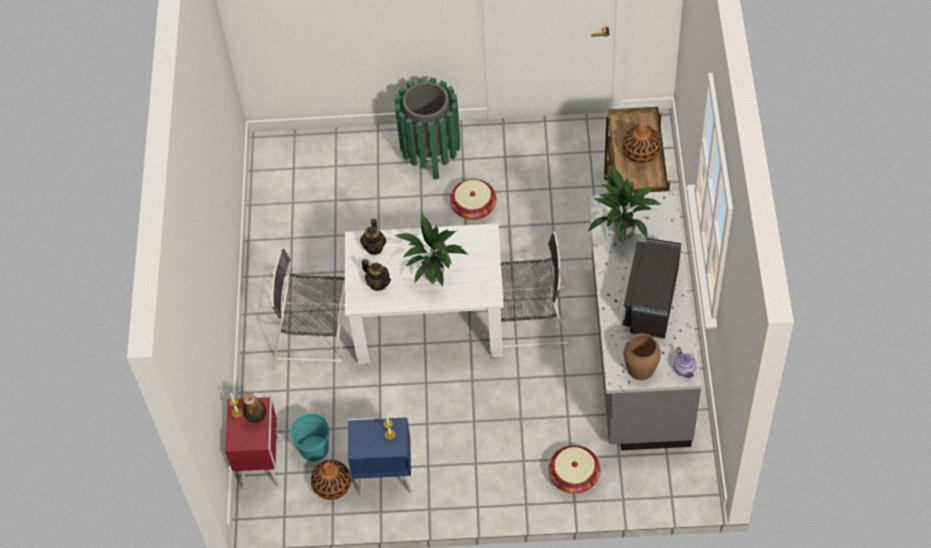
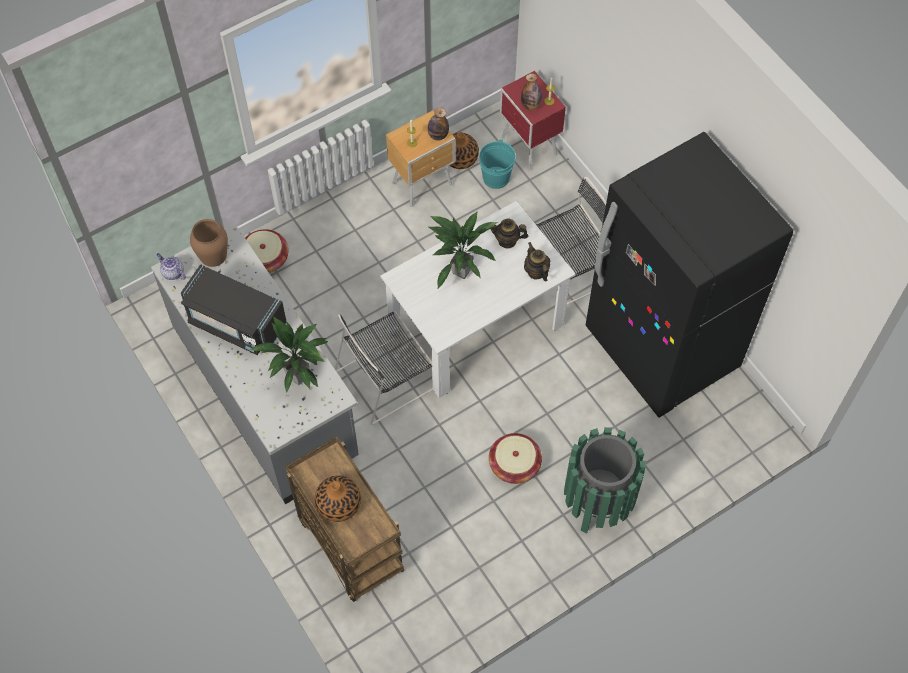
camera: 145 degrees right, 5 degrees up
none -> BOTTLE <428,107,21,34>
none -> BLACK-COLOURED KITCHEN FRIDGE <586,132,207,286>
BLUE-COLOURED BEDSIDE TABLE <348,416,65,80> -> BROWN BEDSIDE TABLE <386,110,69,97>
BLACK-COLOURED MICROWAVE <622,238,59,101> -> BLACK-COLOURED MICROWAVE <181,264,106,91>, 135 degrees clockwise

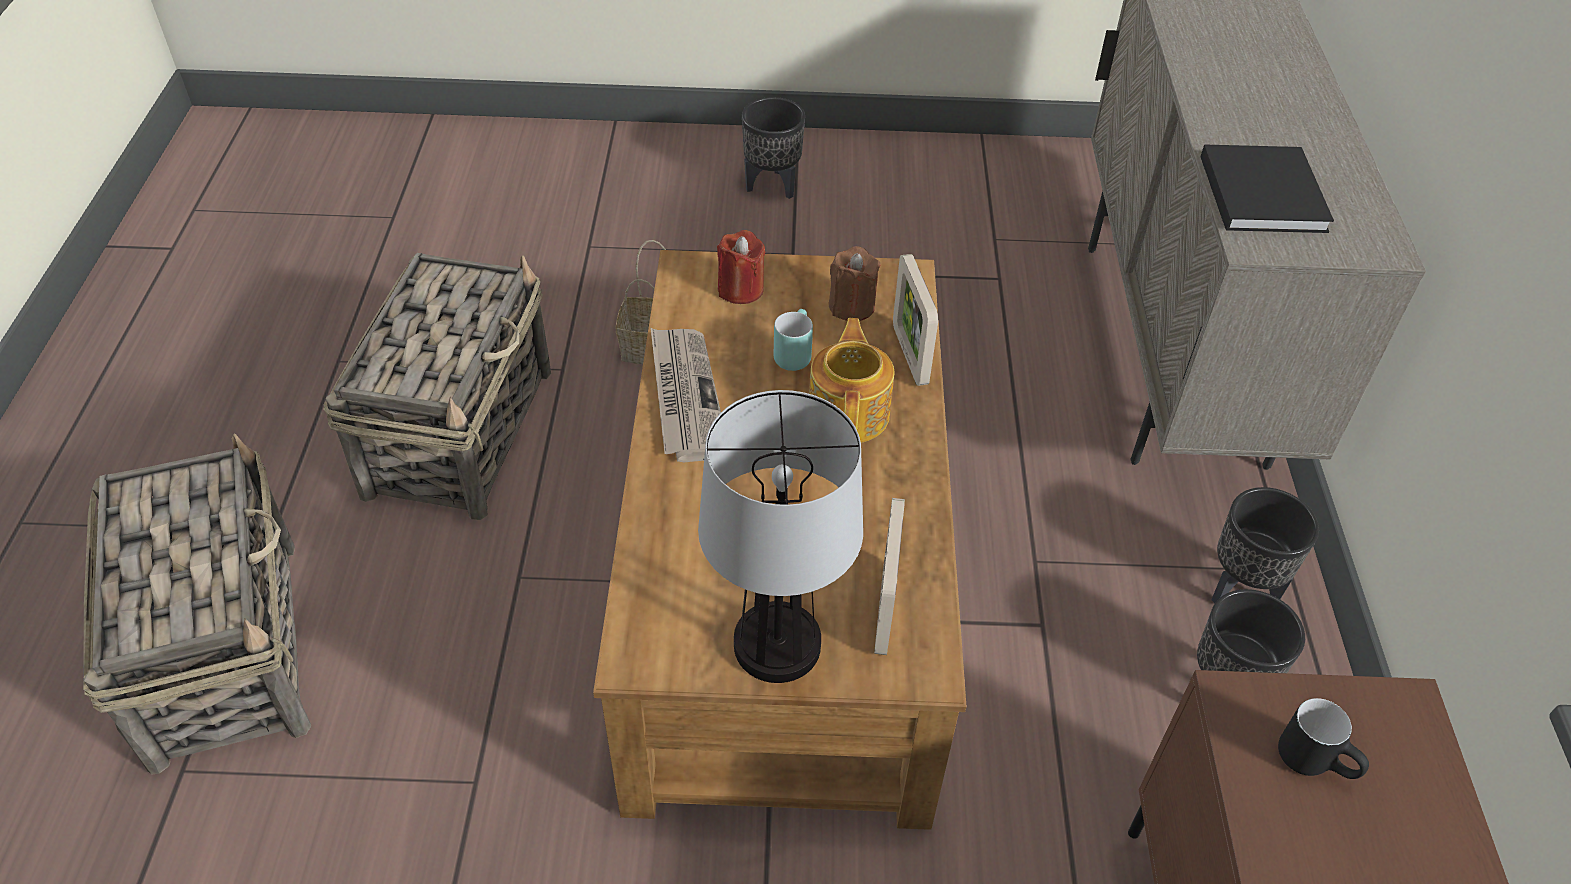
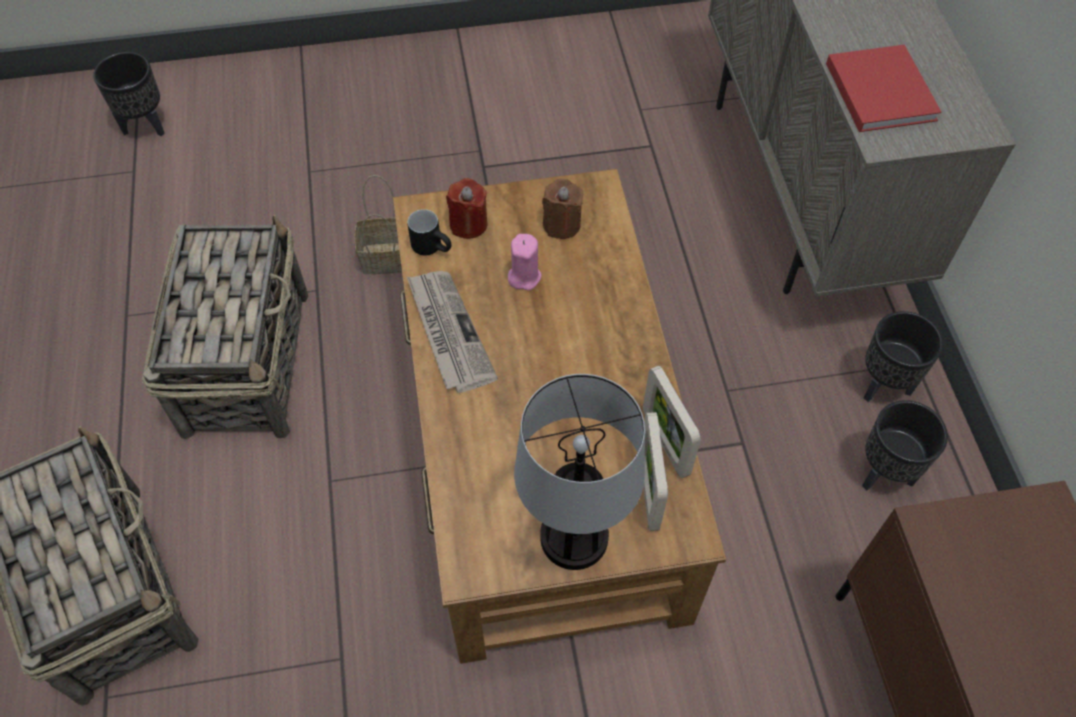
camera: 10 degrees left, 10 degrees up
TEA POT <809,318,85,125> -> none
BLACK-COLOURED PLANTER <742,97,63,102> -> BLACK-COLOURED PLANTER <93,52,71,84>, shifted
PHOTO FRAME <893,254,45,132> -> PHOTO FRAME <643,366,58,112>, shifted
BLACK-COLOURED MUG <1278,698,91,81> -> BLACK-COLOURED MUG <407,209,45,47>, shifted
TURQUOISE-COLOURED MUG <774,309,39,62> -> PINK WAX LIGHT <508,234,33,56>
BLACK-COLOURED BOUND BOOK <1200,144,134,89> -> REDDISH BOUND BOOK <826,45,116,87>

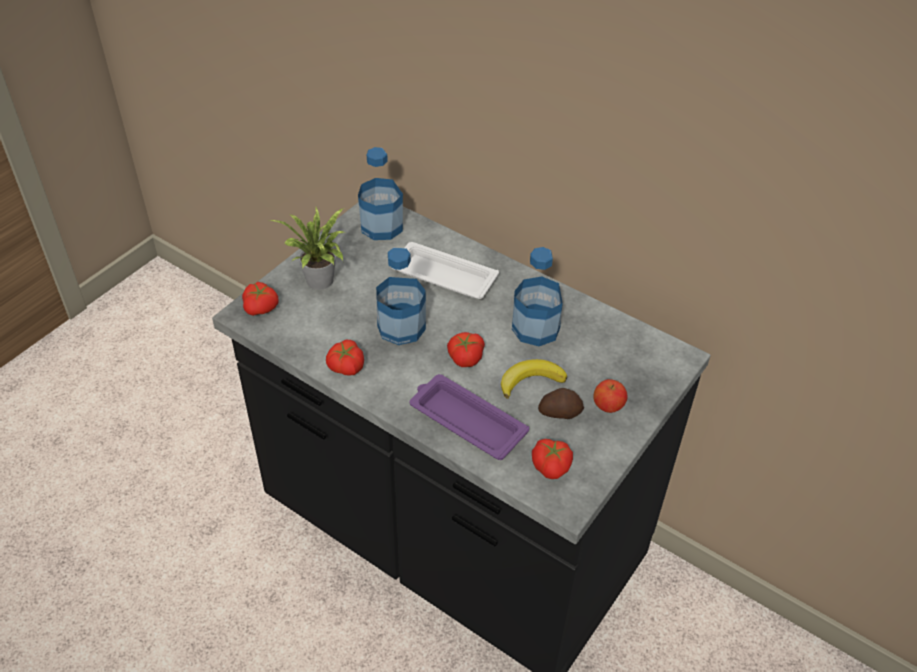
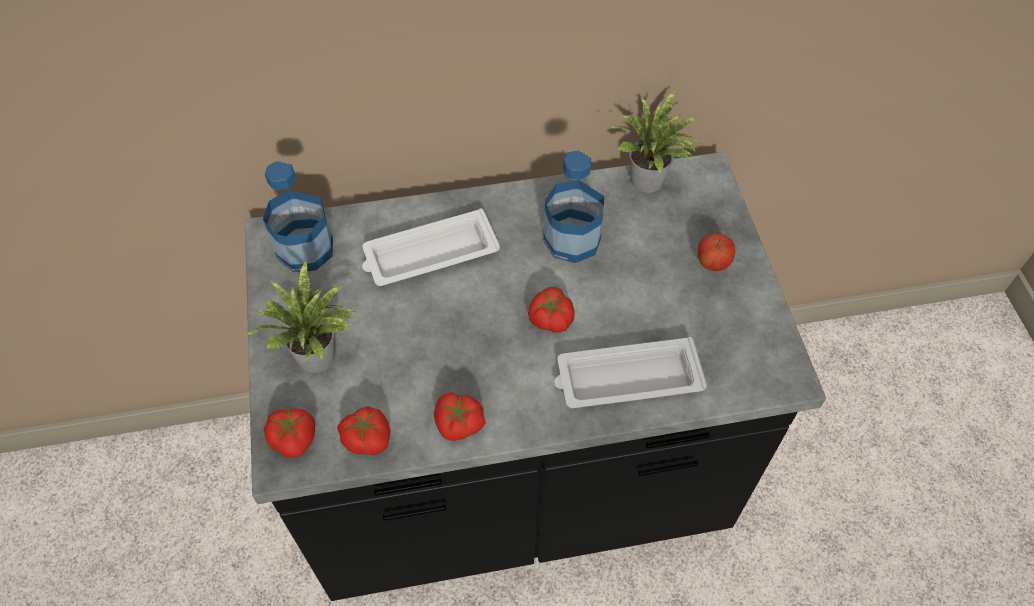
camera: 45 degrees left, 10 degrees up
BOTTLE <376,248,50,97> -> none
BANANA FRUIT <501,359,66,40> -> none
SPUD <538,388,46,31> -> none
none -> HOUSEPLANT <608,89,95,104>
TOMATO <532,439,41,40> -> TOMATO <337,406,54,49>, shifted
PURPLE TRAY <409,374,120,86> -> WHITE-COLOURED TRAY <554,337,153,71>

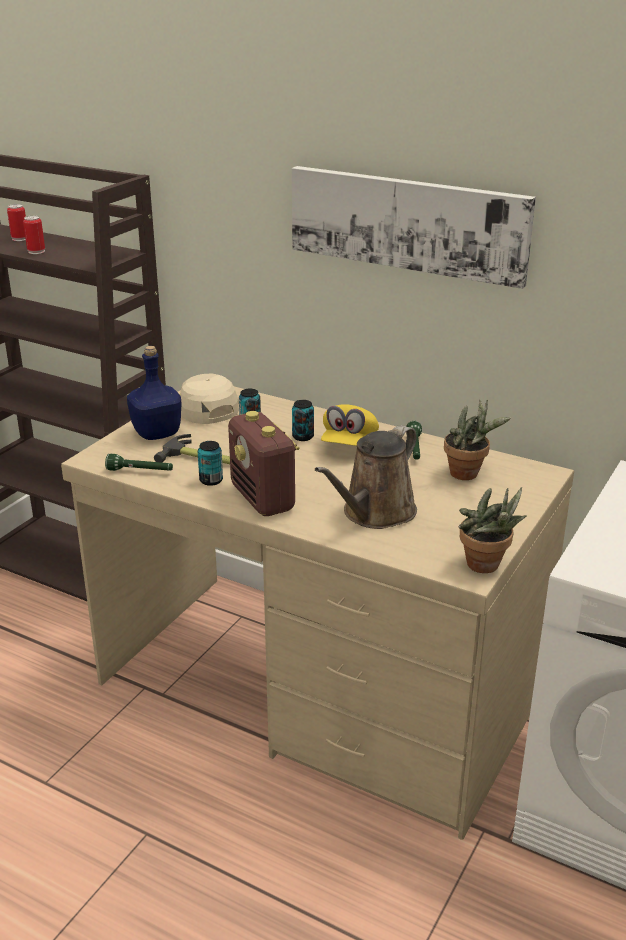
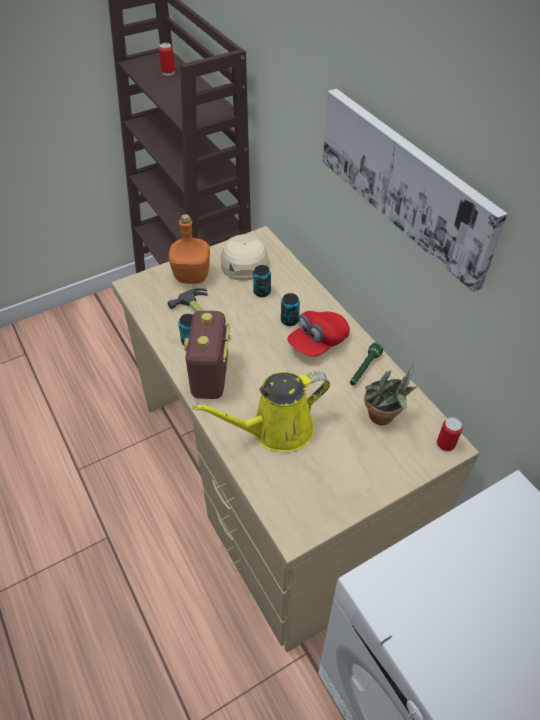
camera: 30 degrees right, 20 degrees up
GREEN FLASHLIGHT <105,454,68,17> -> none
HOUSEPLANT <458,487,69,86> -> none
CAN <23,216,22,38> -> CAN <437,417,26,35>, shifted
BLUE-COLOURED BOTTLE <127,346,54,94> -> ORANGE-COLOURED BOTTLE <169,214,41,70>
BROWN WATERING CAN <315,425,102,104> -> YELLOW-COLOURED WATERING CAN <192,372,138,80>
YELLOW-COLOURED BASEBALL CAP <321,404,58,42> -> REDDISH BASEBALL CAP <288,311,62,46>

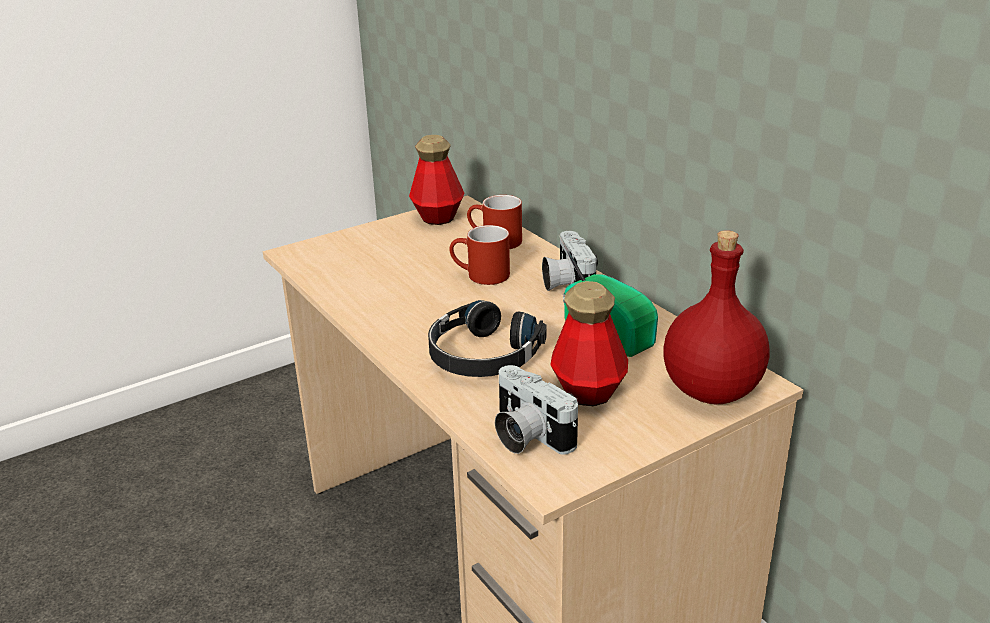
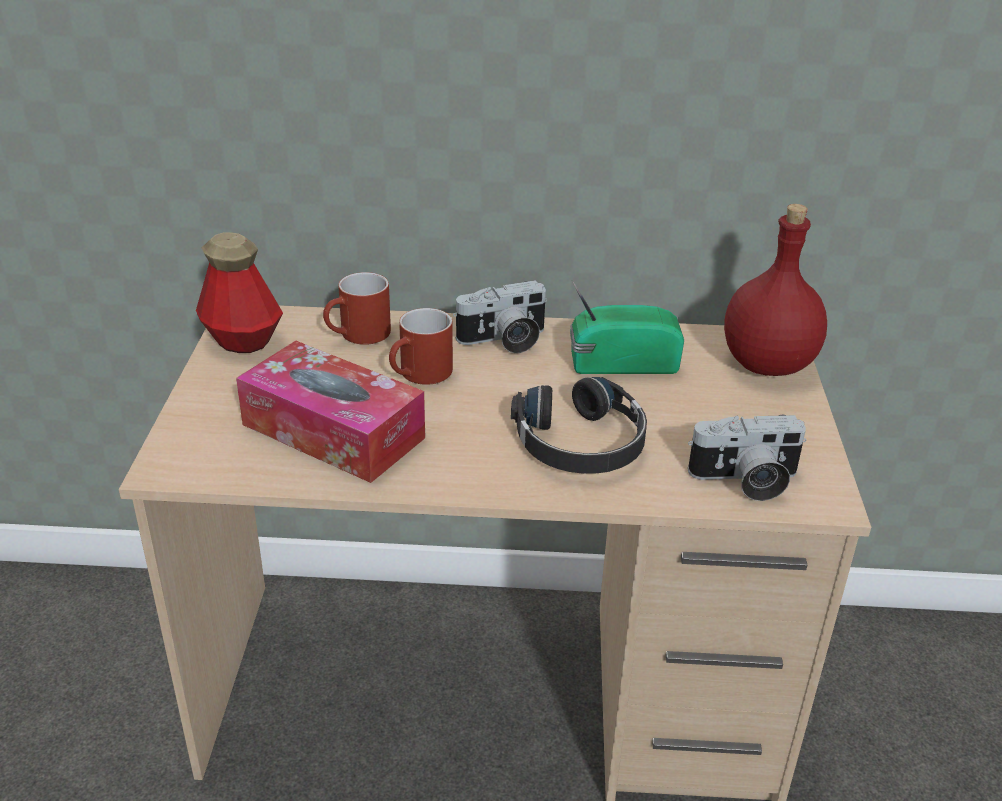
camera: 55 degrees left, 5 degrees up
BOTTLE <550,281,78,125> -> none
none -> TISSUE BOX <236,341,189,142>
STILL CAMERA <542,231,56,60> -> STILL CAMERA <453,280,94,73>, 45 degrees counterclockwise

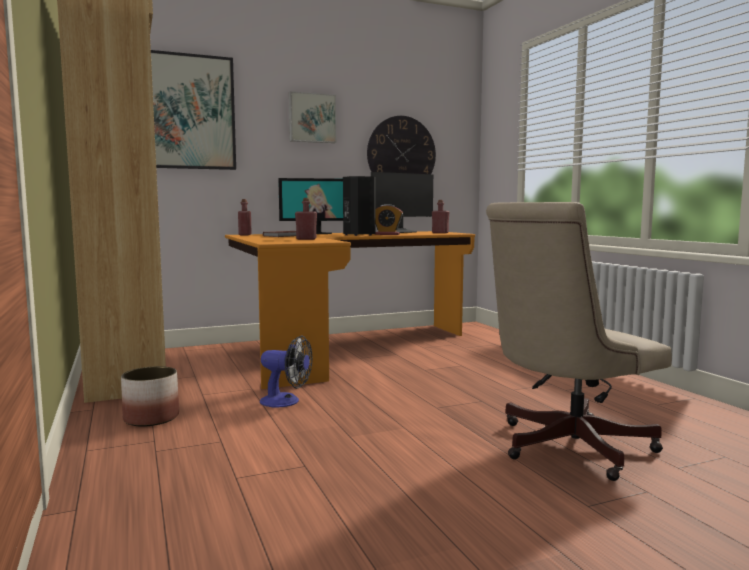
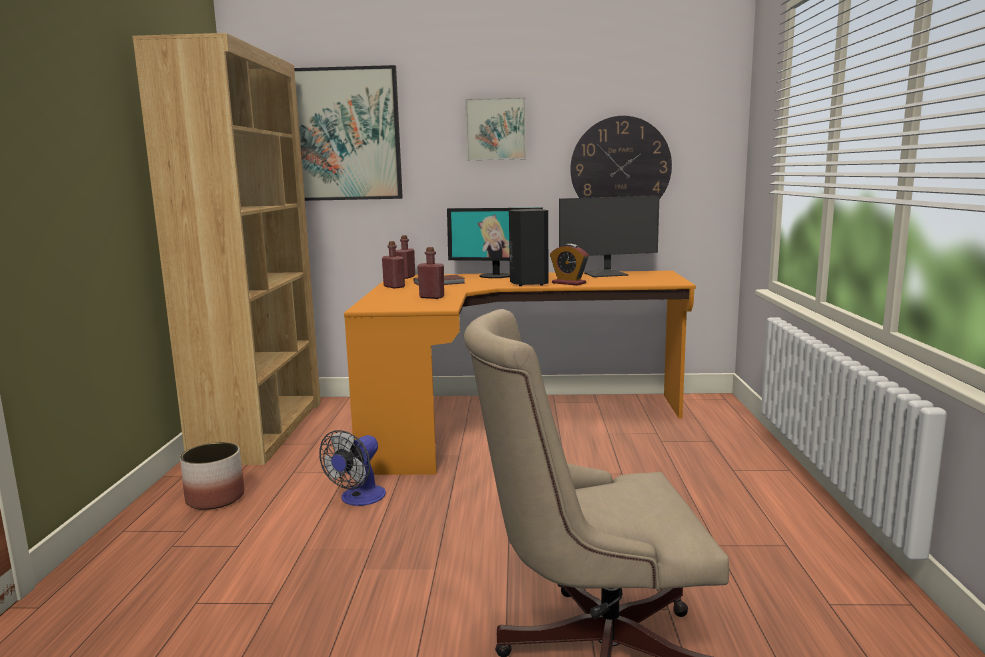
camera: 25 degrees right, 5 degrees up
REDDISH BOTTLE <432,200,17,33> -> REDDISH BOTTLE <382,241,23,48>, shifted
FAN <260,336,52,72> -> FAN <319,430,67,76>, 75 degrees clockwise

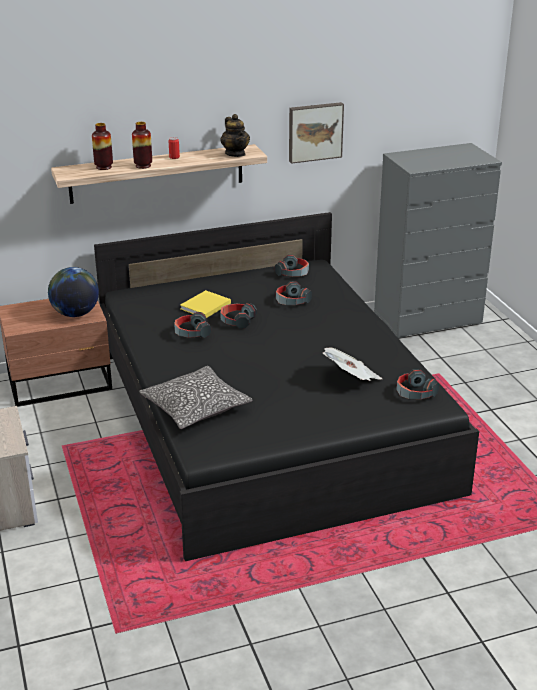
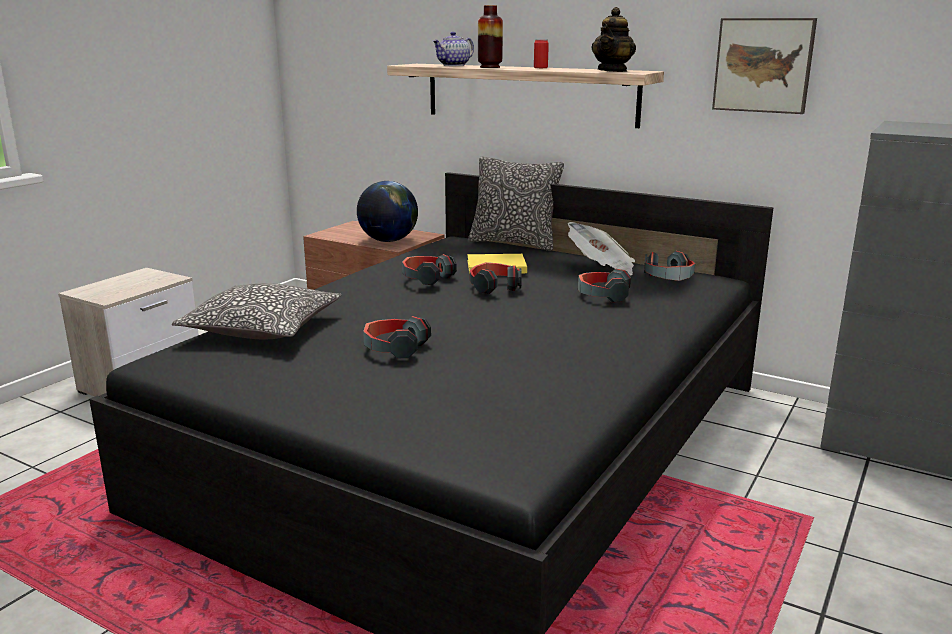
camera: 50 degrees right, 10 degrees down
none -> CUSHION <468,156,96,95>
NEWSPAPER <323,348,59,33> -> NEWSPAPER <568,222,67,54>, shifted
HEADSET <396,369,43,31> -> HEADSET <363,316,68,42>, shifted
FLOWER VASE <92,123,21,47> -> TEA POT <433,32,41,34>

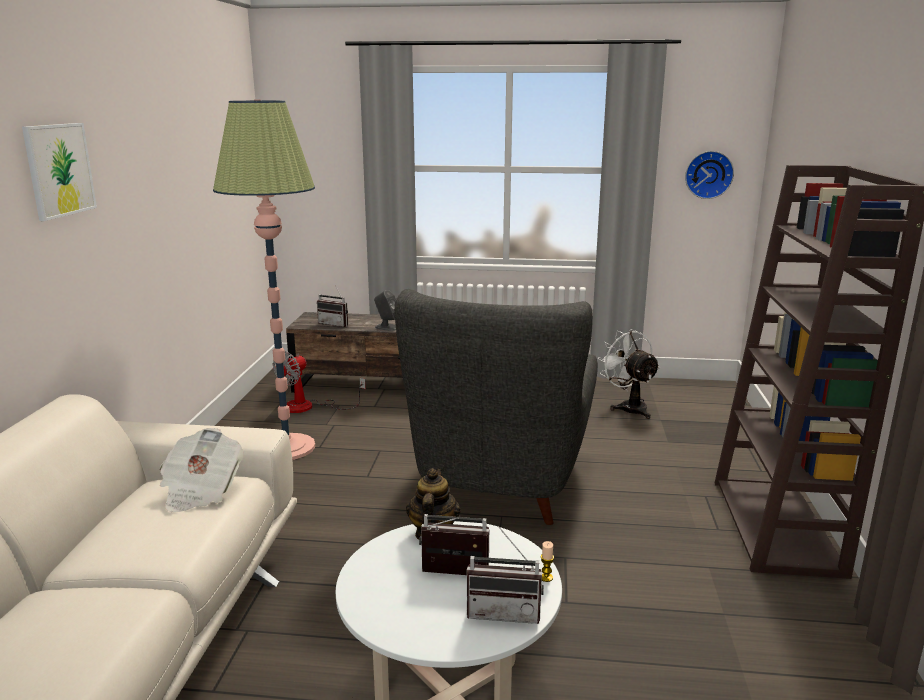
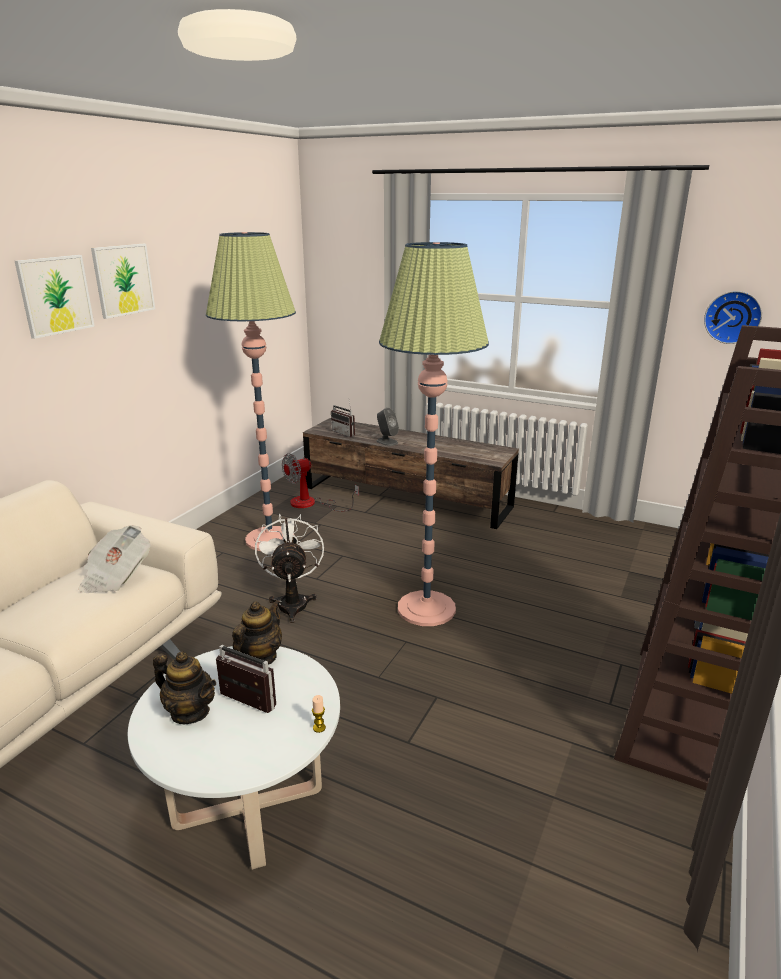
camera: 20 degrees right, 5 degrees up
RADIO RECEIVER <467,527,77,97> -> none
none -> WALL PICTURE <91,244,64,75>
none -> TEA POT <153,652,63,72>
WHITE-COLOURED FAN <598,329,62,90> -> WHITE-COLOURED FAN <255,514,69,109>, shifted
GREY ARMCHAIR <394,289,204,236> -> FLOOR LAMP <379,242,110,384>

